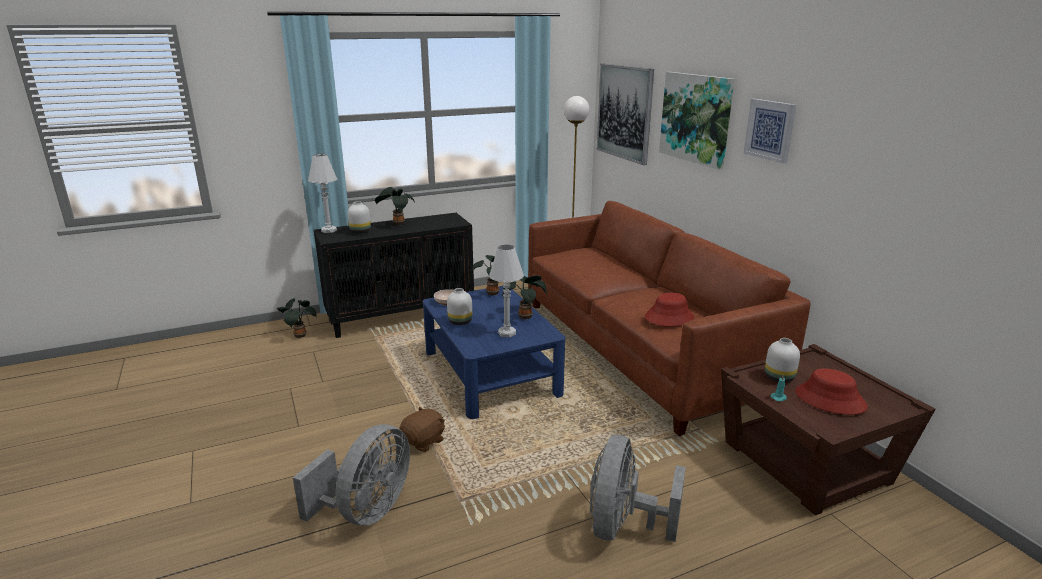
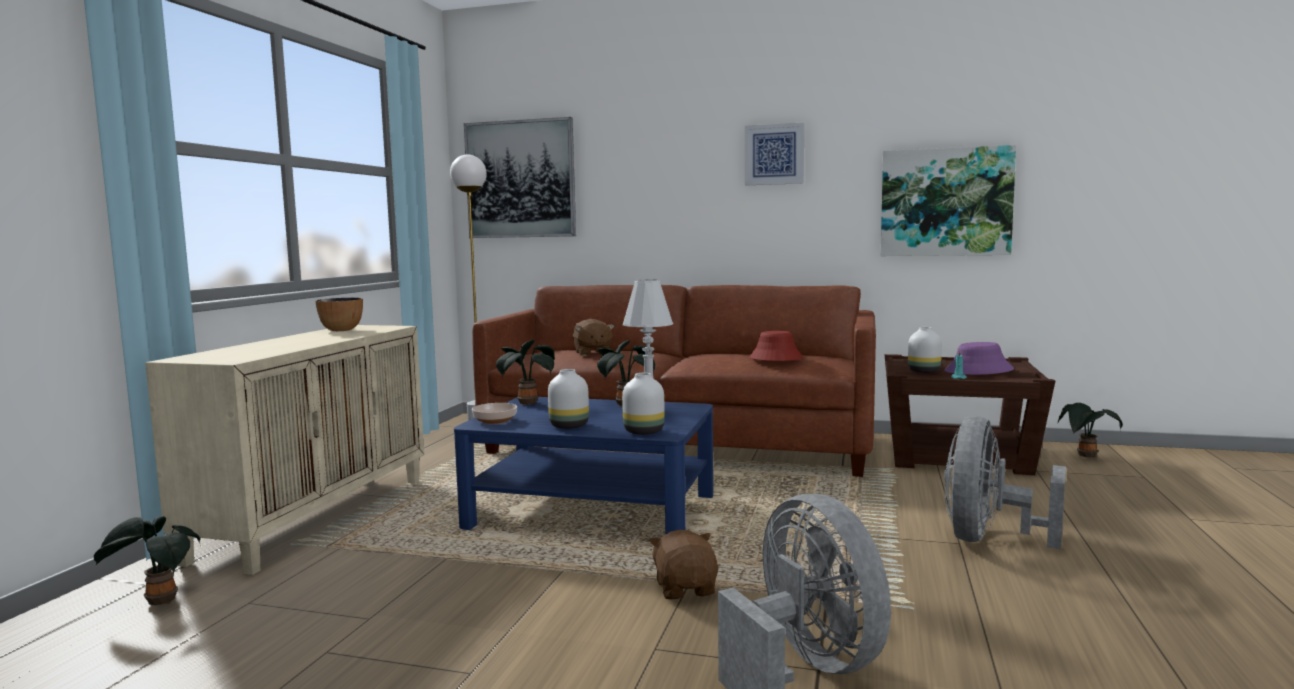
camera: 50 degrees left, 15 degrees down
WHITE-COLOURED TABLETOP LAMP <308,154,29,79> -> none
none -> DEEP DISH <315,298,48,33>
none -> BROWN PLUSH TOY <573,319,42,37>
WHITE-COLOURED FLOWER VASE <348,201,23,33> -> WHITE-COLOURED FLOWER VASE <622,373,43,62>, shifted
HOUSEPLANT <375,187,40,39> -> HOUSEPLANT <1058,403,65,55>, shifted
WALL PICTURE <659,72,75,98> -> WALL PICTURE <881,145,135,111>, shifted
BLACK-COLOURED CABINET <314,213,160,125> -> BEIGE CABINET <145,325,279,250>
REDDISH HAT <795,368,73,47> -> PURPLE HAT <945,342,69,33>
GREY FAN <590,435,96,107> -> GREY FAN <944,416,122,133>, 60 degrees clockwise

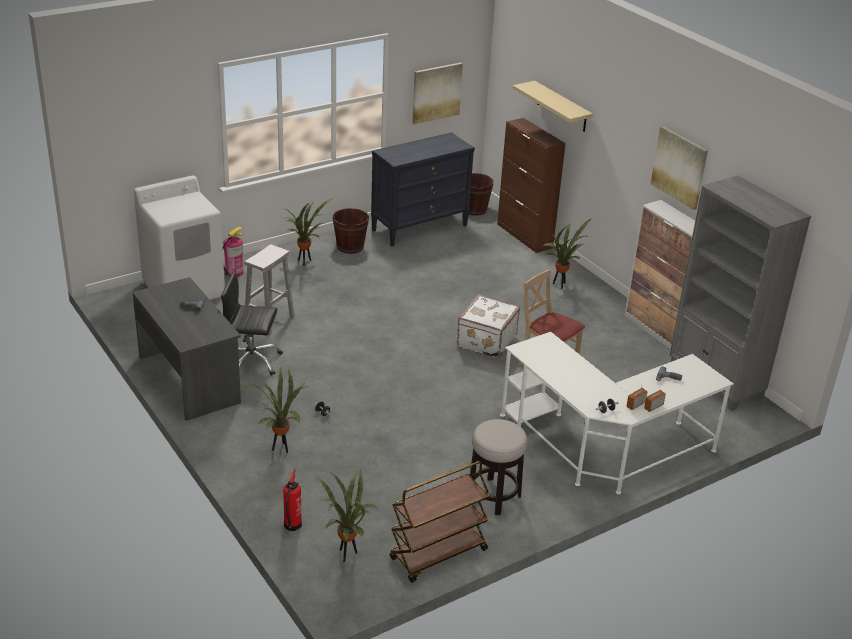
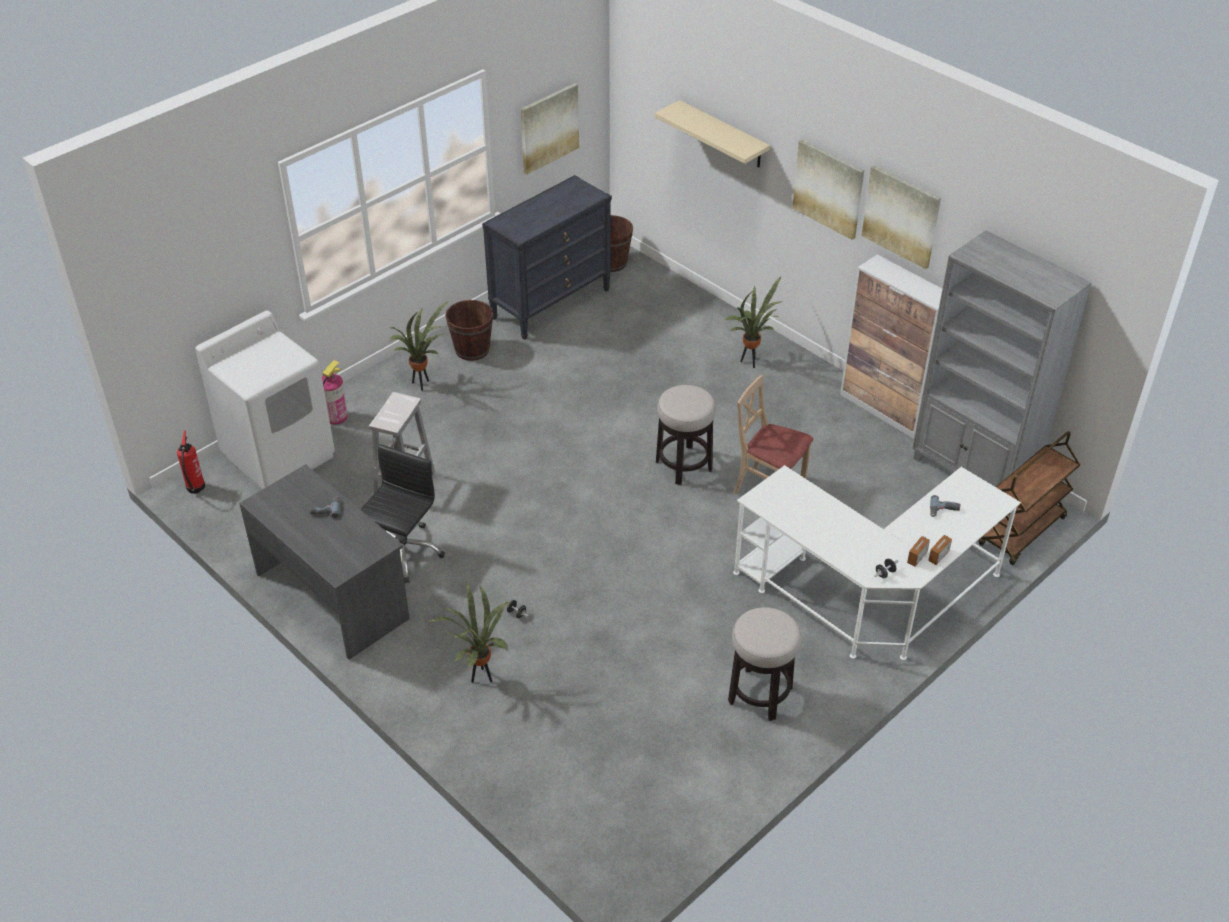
camera: 10 degrees left, 10 degrees up
HOUSEPLANT <316,470,62,92> -> none
BROWN CABINET <497,118,69,135> -> none
none -> WALL PICTURE <792,140,72,100>
FIRE-FIGHTING CYLINDER <283,469,19,62> -> FIRE-FIGHTING CYLINDER <177,431,28,63>, shifted
BROWN WHEELED CART <389,461,101,121> -> BROWN WHEELED CART <978,431,103,134>, shifted
WHITE-COLOURED SUITCASE <457,294,63,65> -> SITTING STOOL <656,385,60,100>
BLACK-COLOURED DESK CHAIR <221,272,62,104> -> BLACK-COLOURED DESK CHAIR <360,444,85,139>, 120 degrees clockwise

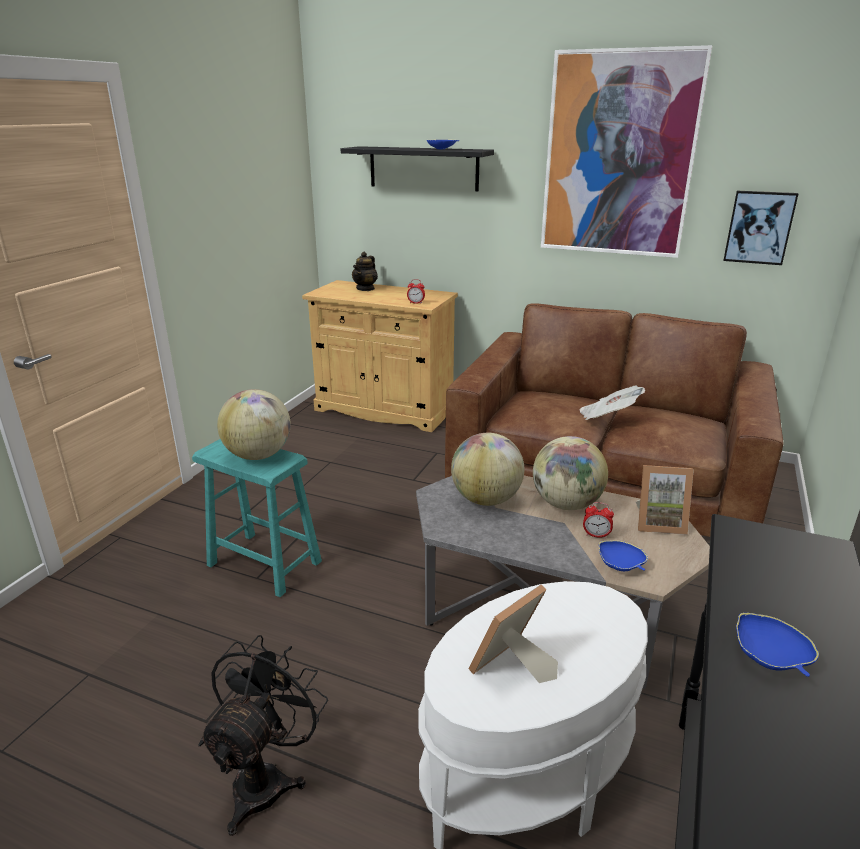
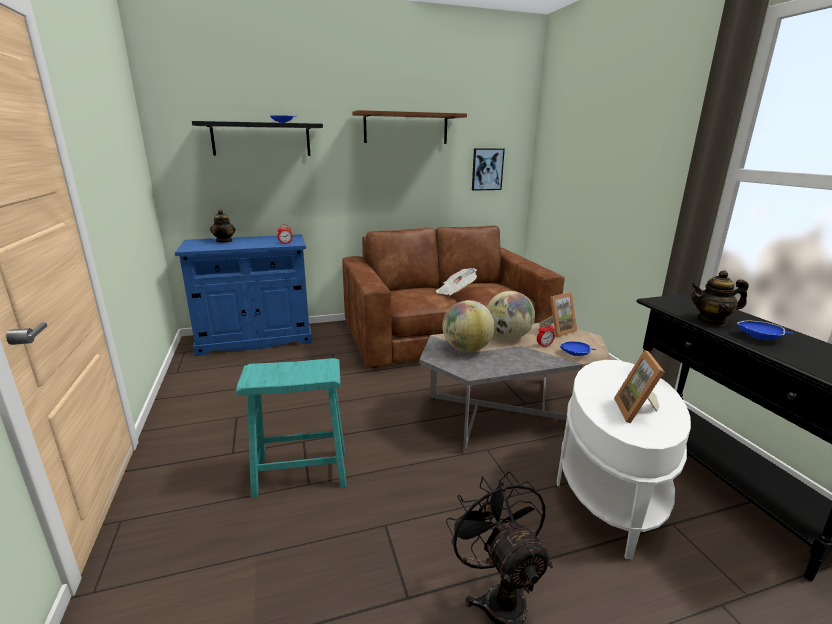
camera: 40 degrees left, 5 degrees down
GLOBE <217,389,74,71> -> none
none -> TEA POT <691,270,58,56>
WALL PICTURE <541,45,171,213> -> BROWN WALL SHELF <353,110,114,34>
BEIGE CABINET <302,280,156,152> -> BLUE-COLOURED CABINET <175,234,137,122>

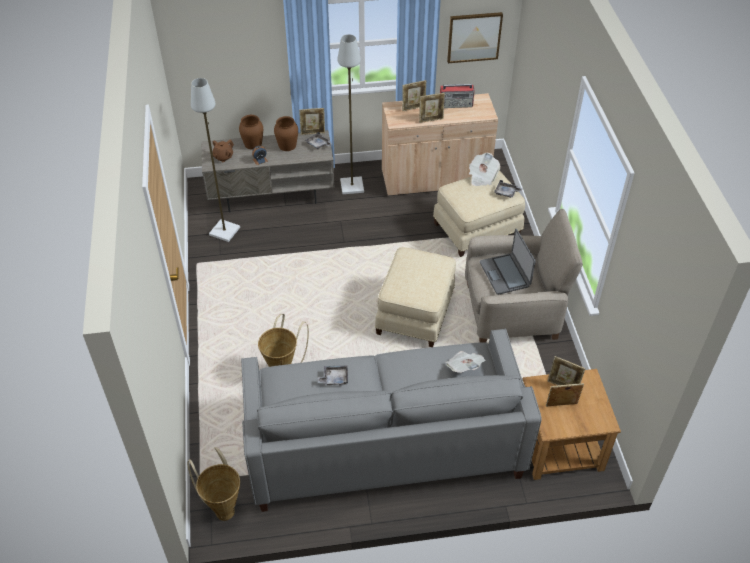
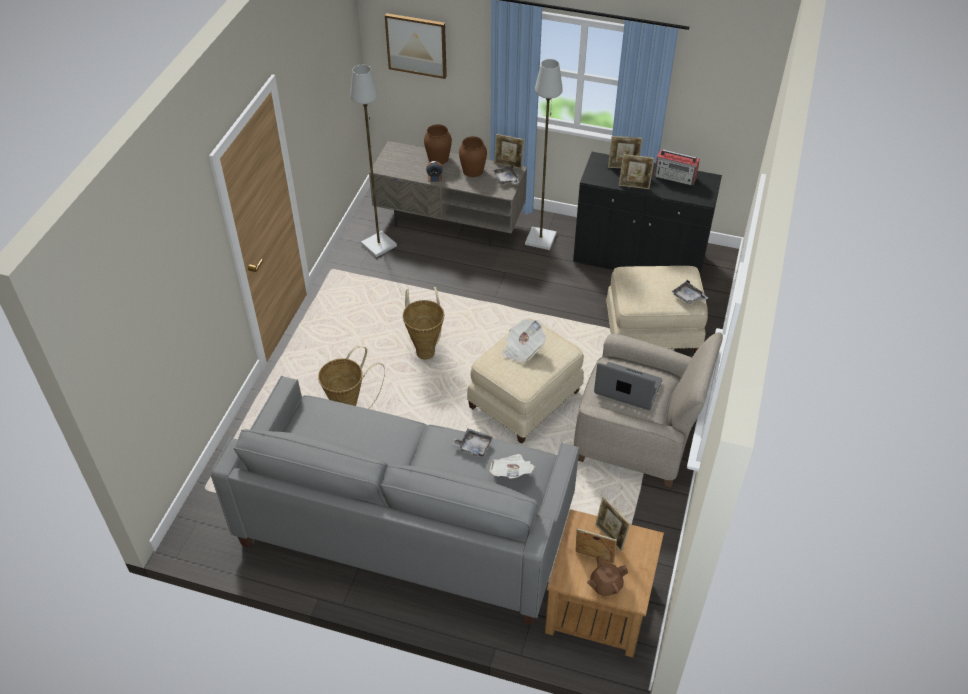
camera: 25 degrees right, 0 degrees up
BASKET <187,447,53,74> -> BASKET <402,287,42,73>, shifted
BROWN TEA POT <212,140,22,22> -> BROWN TEA POT <587,557,41,39>, shifted
GREY TRAY <318,366,30,20> -> GREY TRAY <452,429,41,28>, shifted
WALL PICTURE <447,12,56,51> -> WALL PICTURE <385,13,62,66>, shifted
NEWSPAPER <469,153,32,33> -> NEWSPAPER <502,319,44,44>, shifted
BEIGE CABINET <382,93,116,103> -> BLACK-COLOURED CABINET <573,152,149,123>
PORTABLE COMPUTER <480,229,56,66> -> PORTABLE COMPUTER <594,362,68,48>, 105 degrees clockwise

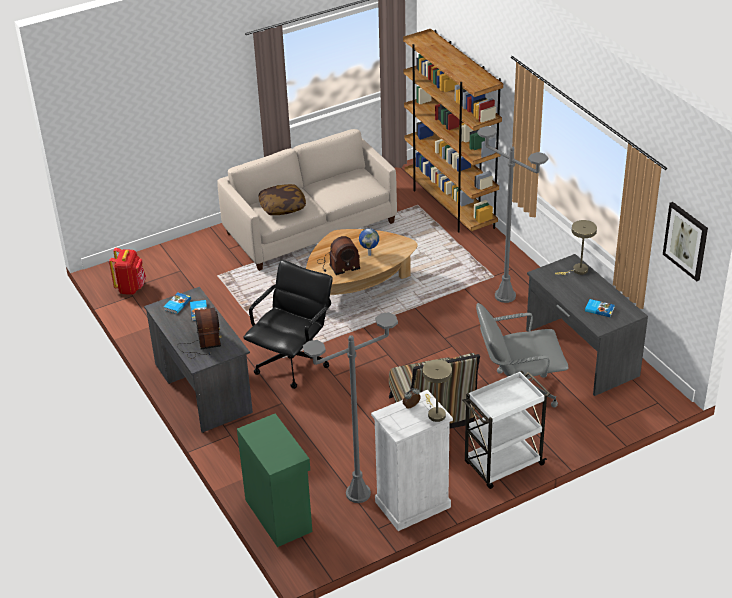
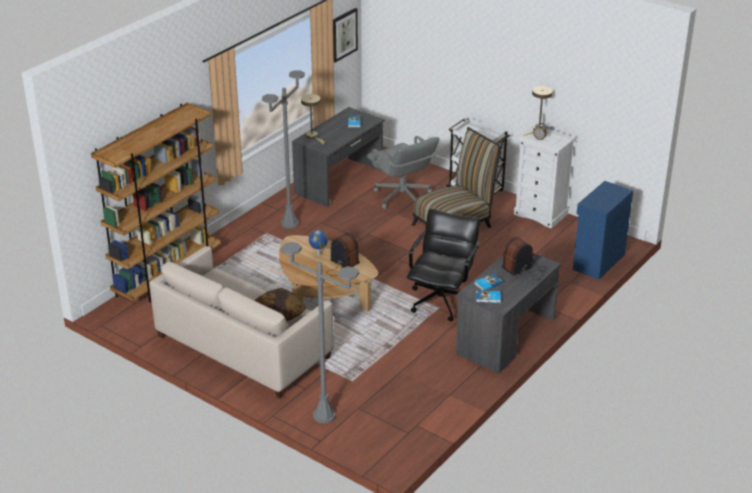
camera: 115 degrees left, 5 degrees down
REDDISH RUCKSACK <109,248,37,47> -> none
GREY FLOOR LAMP <303,312,95,191> -> GREY FLOOR LAMP <281,242,78,181>, shifted
GREEN CABINET <237,413,75,134> -> BLUE-COLOURED CABINET <573,181,60,99>
BLACK-COLOURED DESK CHAIR <243,260,90,129> -> BLACK-COLOURED DESK CHAIR <407,209,73,112>, 105 degrees clockwise

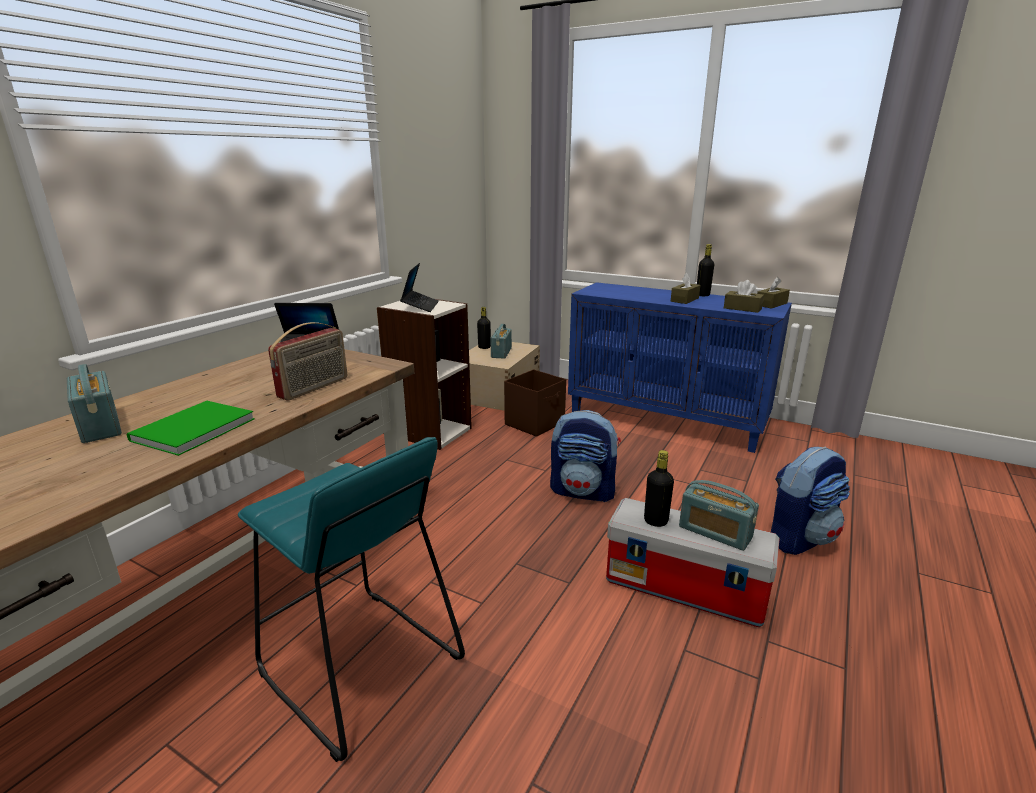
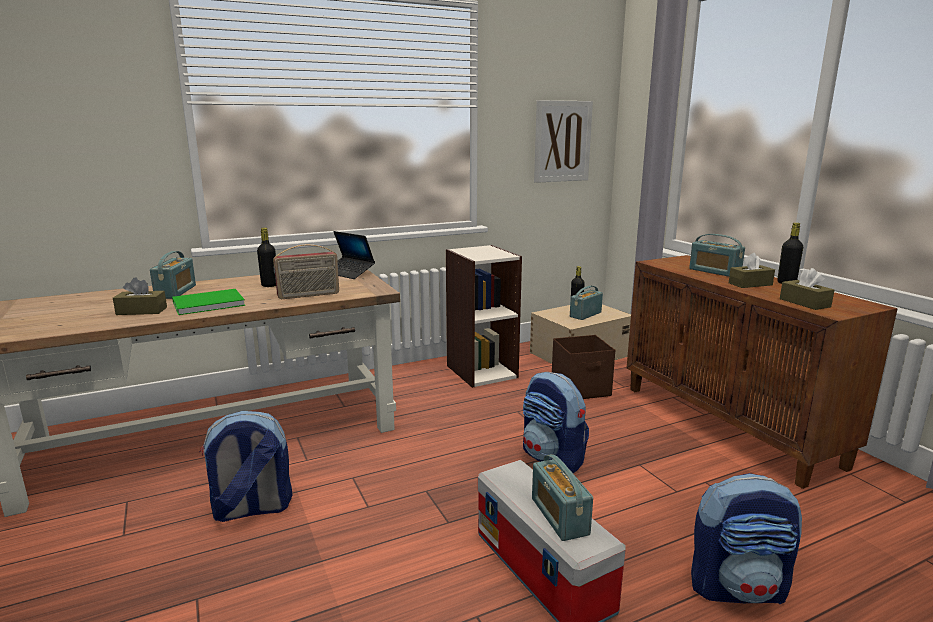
camera: 35 degrees right, 5 degrees down
PORTABLE COMPUTER <400,263,39,49> -> none
none -> WALL PICTURE <534,100,59,83>
none -> RADIO RECEIVER <689,234,56,43>
BLACK-COLOURED BOTTLE <644,450,30,77> -> BLACK-COLOURED BOTTLE <257,228,19,59>, shifted
BROWN TISSUE BOX <757,277,33,32> -> BROWN TISSUE BOX <113,277,54,38>, shifted
TURQUOISE-COLOURED SITTING STOOL <238,437,227,325> -> RUCKSACK <200,411,92,111>
BLUE-COLOURED CABINET <568,282,224,171> -> BROWN CABINET <626,255,272,234>

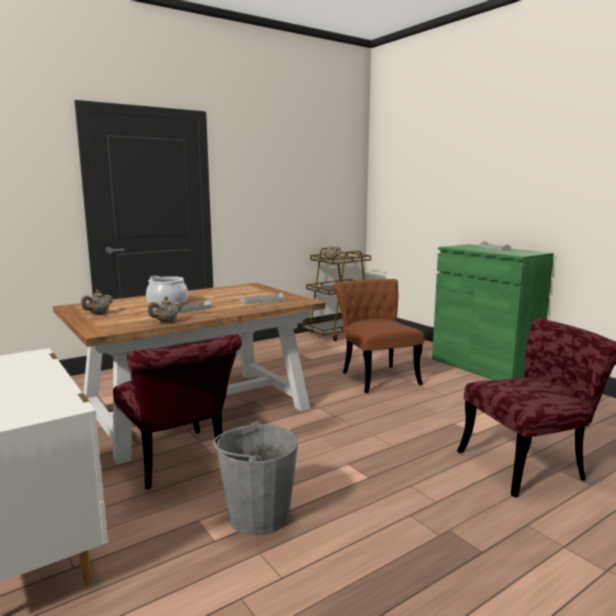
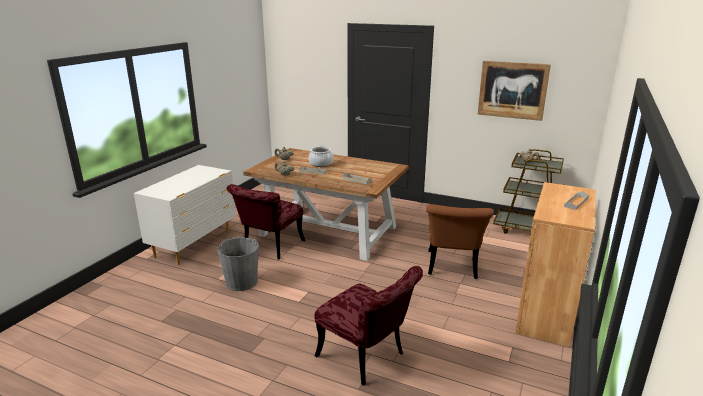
camera: 60 degrees right, 10 degrees up
none -> WALL PICTURE <478,61,73,60>
GREEN CABINET <432,244,122,136> -> BROWN CABINET <515,182,81,166>
BROWN UPRIGHT CHAIR <333,279,91,114> -> BROWN UPRIGHT CHAIR <426,204,68,75>, 150 degrees clockwise

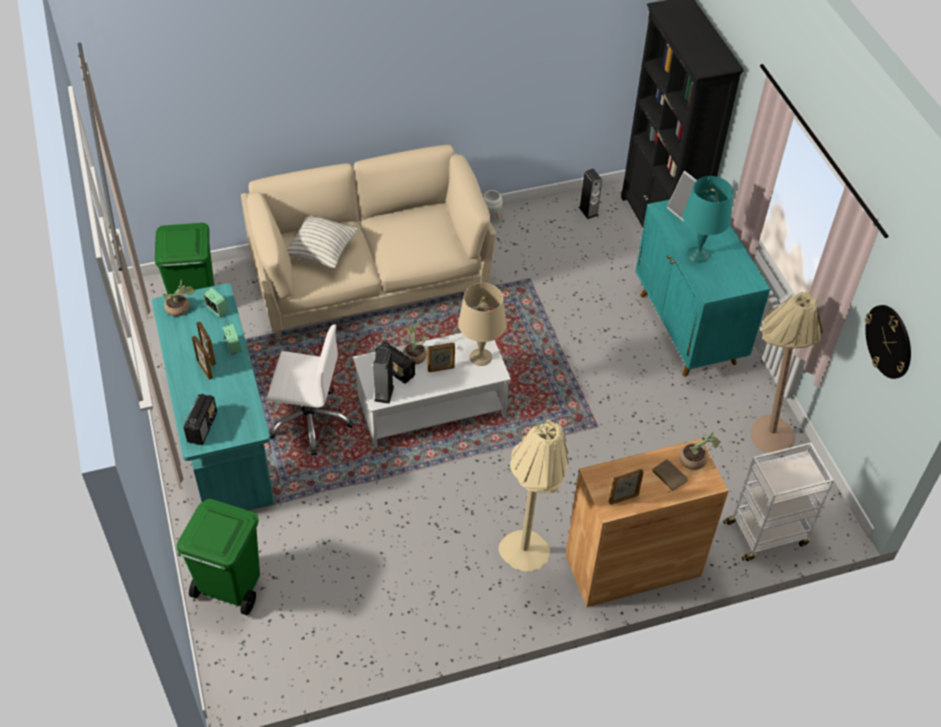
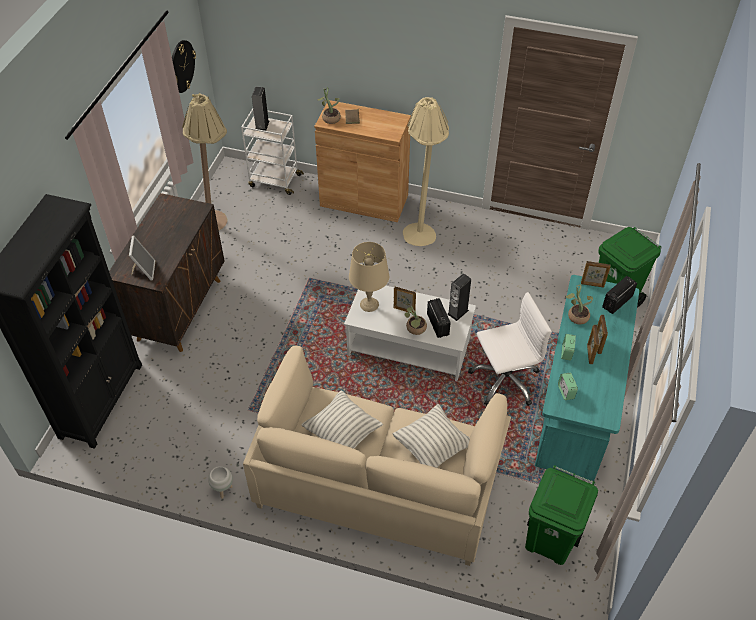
camera: 145 degrees left, 0 degrees up
TURQUOISE-COLOURED TABLETOP LAMP <683,176,50,87> -> none
none -> CUSHION <301,390,82,59>
HOUSEPLANT <163,280,32,36> -> HOUSEPLANT <566,284,27,40>, shifted
SPEAKER <579,169,23,50> -> SPEAKER <252,87,17,44>, shifted
PHOTO FRAME <609,469,35,36> -> PHOTO FRAME <581,261,30,27>, shifted
TURQUOISE-COLOURED CABINET <635,199,135,178> -> BROWN CABINET <109,193,116,159>
WHITE-COLOURED DESK CHAIR <267,324,86,132> -> WHITE-COLOURED DESK CHAIR <468,292,84,114>, 120 degrees clockwise

